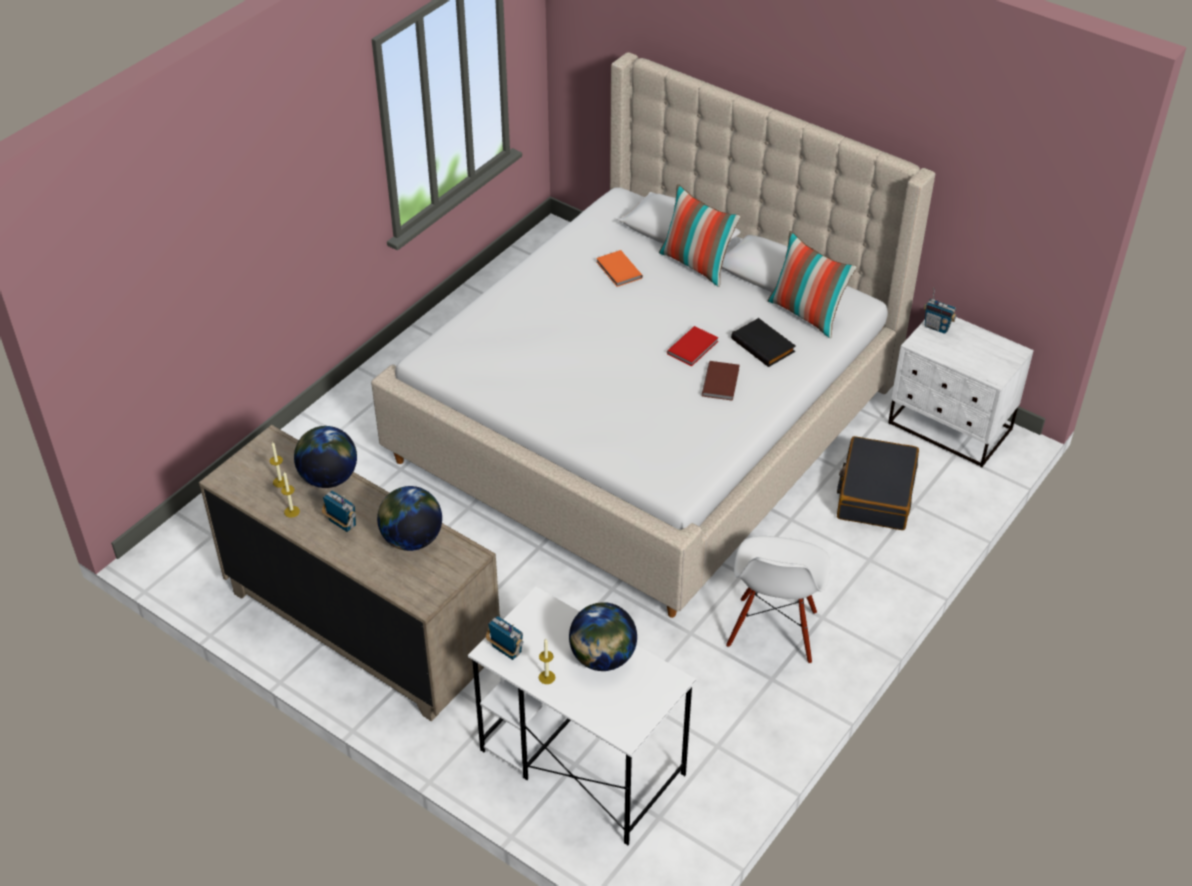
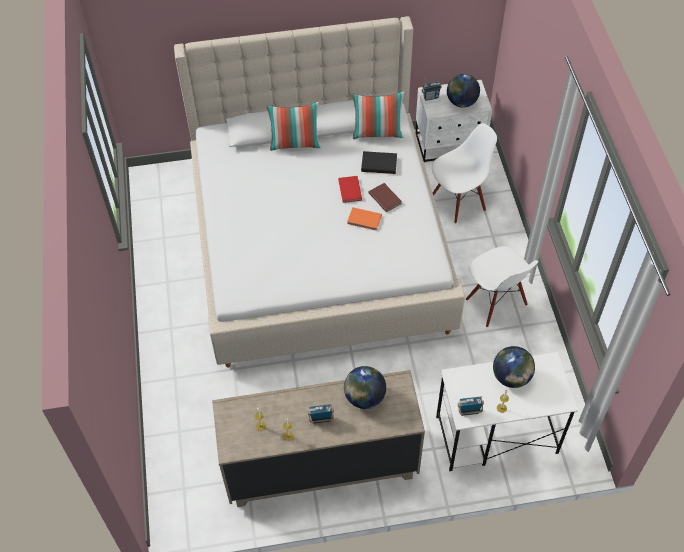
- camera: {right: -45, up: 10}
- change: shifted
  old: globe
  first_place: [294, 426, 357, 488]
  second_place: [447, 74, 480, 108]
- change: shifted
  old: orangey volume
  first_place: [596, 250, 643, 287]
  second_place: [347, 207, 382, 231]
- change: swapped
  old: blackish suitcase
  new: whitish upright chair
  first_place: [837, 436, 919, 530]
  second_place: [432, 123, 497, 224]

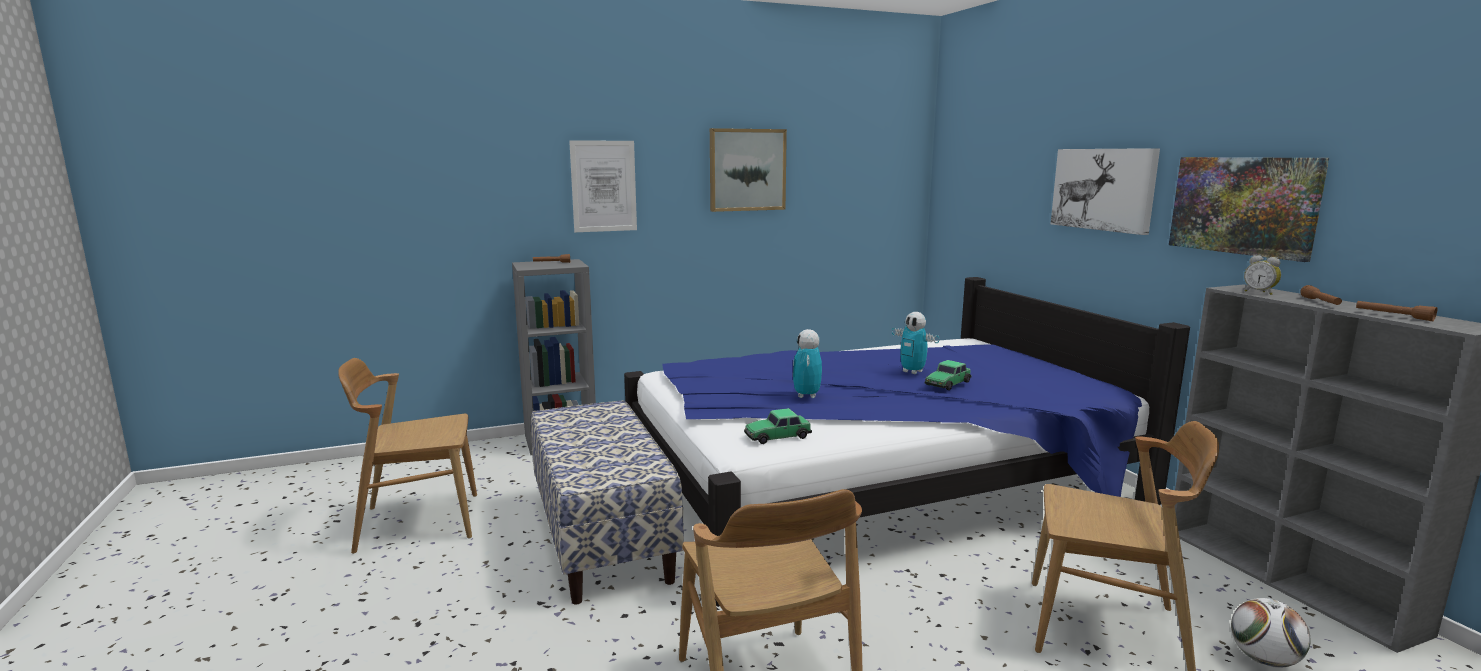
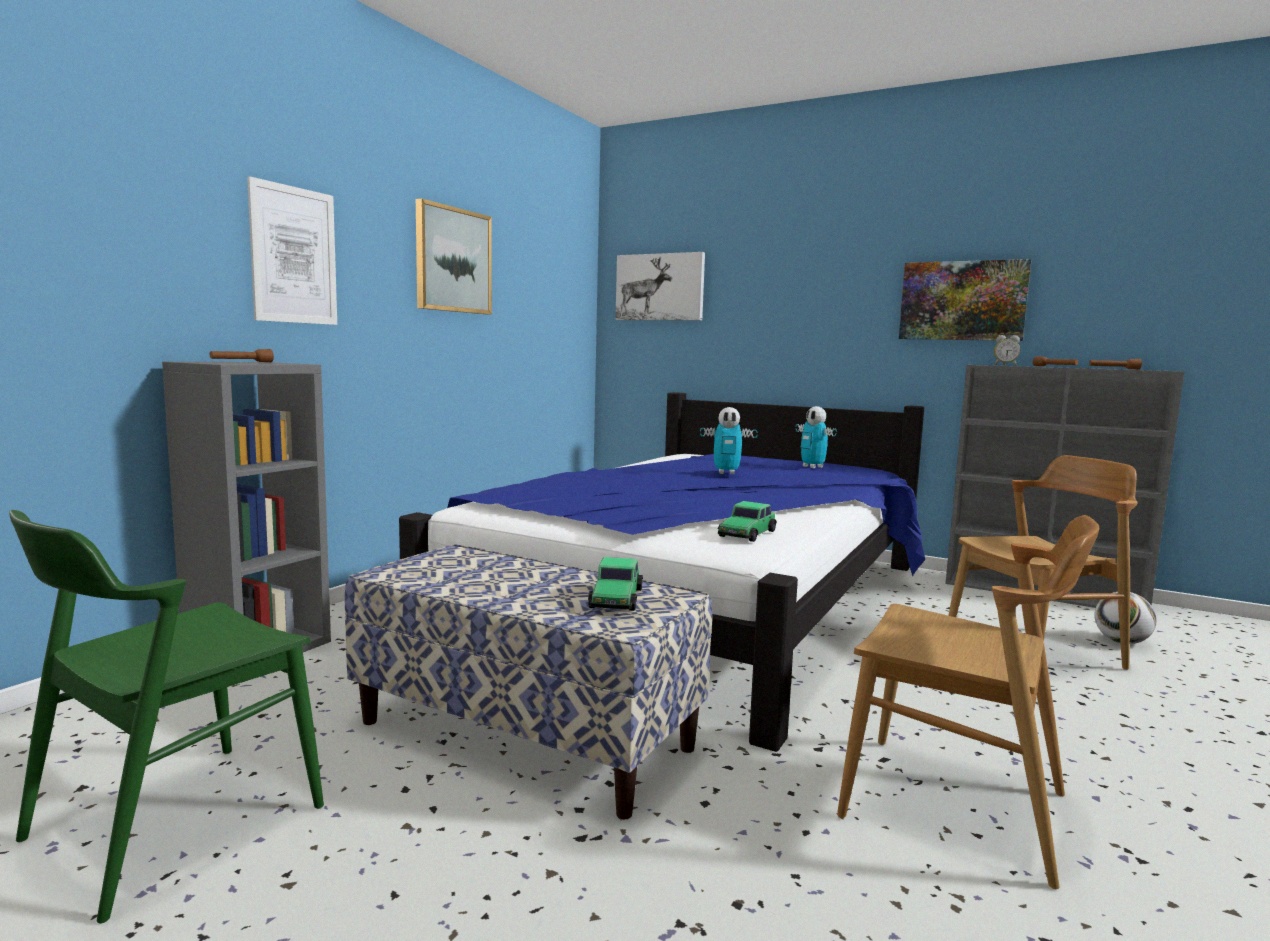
- camera: {right: -40, up: -5}
- change: repainted
  old: brownish upright chair
  new: green upright chair
  first_place: [338, 358, 477, 554]
  second_place: [9, 510, 324, 924]
- change: shifted
  old: robot figure
  first_place: [793, 329, 822, 398]
  second_place: [796, 406, 837, 468]
- change: shifted
  old: model car
  first_place: [925, 360, 972, 390]
  second_place: [588, 557, 643, 611]
- change: shifted
  old: picture
  first_place: [1051, 148, 1160, 235]
  second_place: [615, 252, 705, 321]

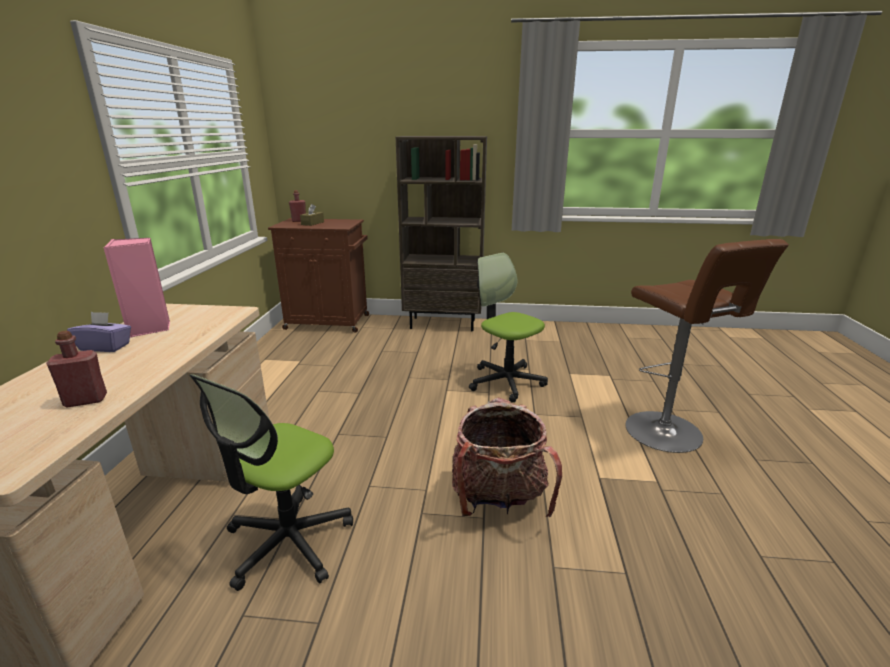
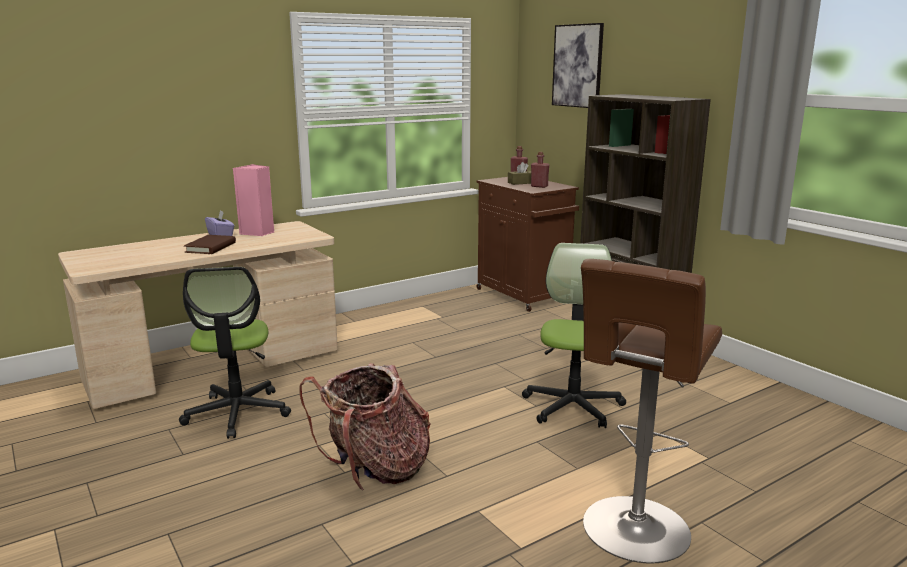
- camera: {right: 50, up: -5}
- change: shifted
  old: red-coloured drink bottle
  first_place: [46, 331, 107, 408]
  second_place: [531, 152, 549, 188]
- change: rotated
  old: office chair
  first_place: [190, 374, 353, 591]
  second_place: [179, 267, 291, 439]
  degrees: -90
- change: new
  new: brownish volume
  second_place: [184, 235, 236, 254]
- change: new
  new: picture
  second_place: [552, 23, 604, 108]

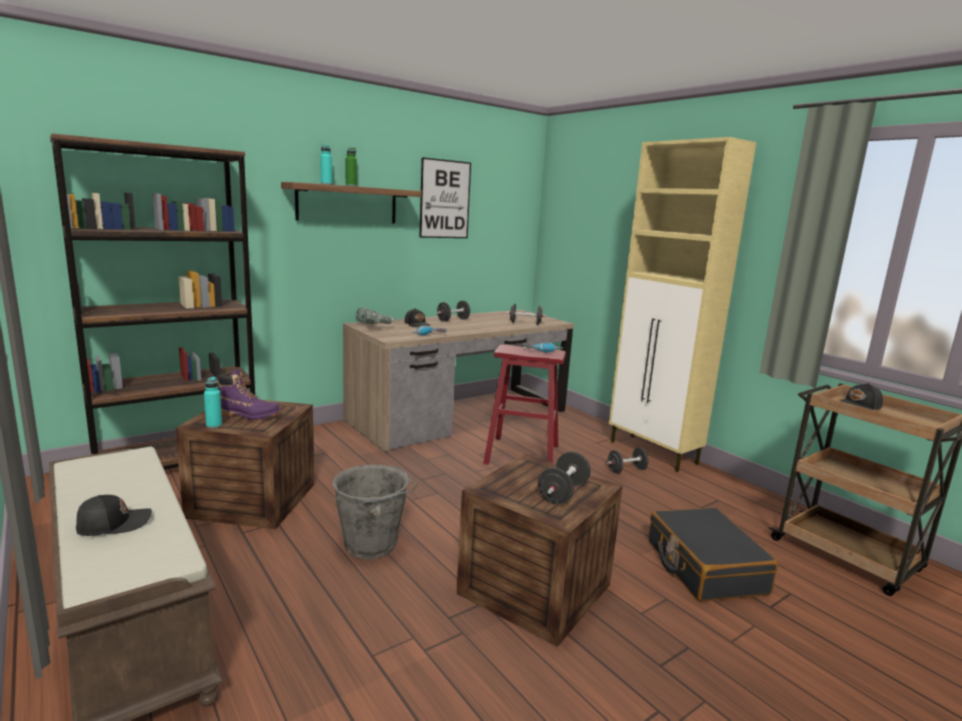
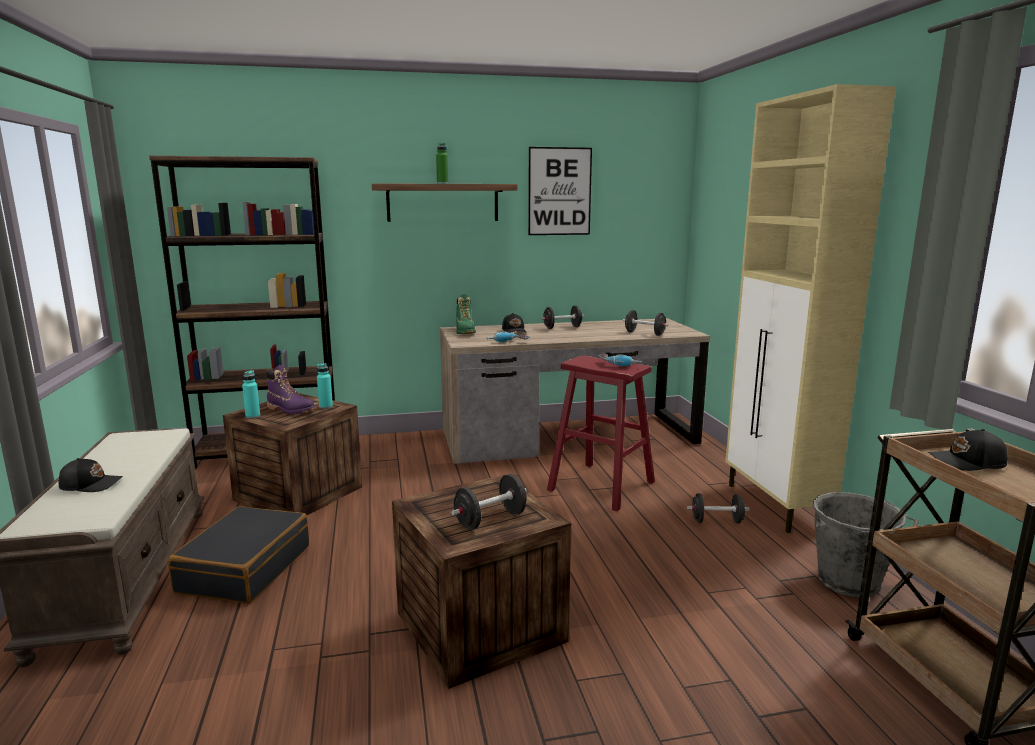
- camera: {right: 25, up: 0}
- change: shifted
  old: blue-green drink bottle
  first_place: [320, 144, 332, 185]
  second_place: [317, 363, 333, 409]
- change: shifted
  old: gray pail
  first_place: [332, 465, 418, 559]
  second_place: [813, 492, 919, 598]
- change: swapped
  old: drill
  new: green boot
  first_place: [356, 308, 398, 324]
  second_place: [456, 294, 476, 334]
- change: shifted
  old: blackish suitcase
  first_place: [649, 507, 778, 602]
  second_place: [168, 506, 309, 604]

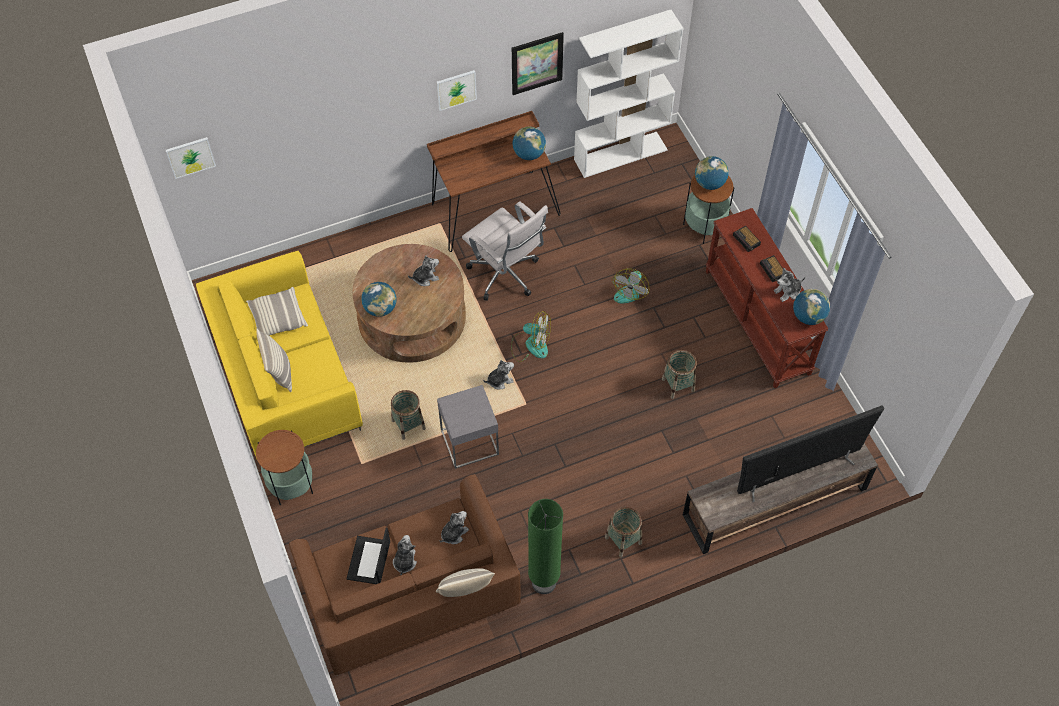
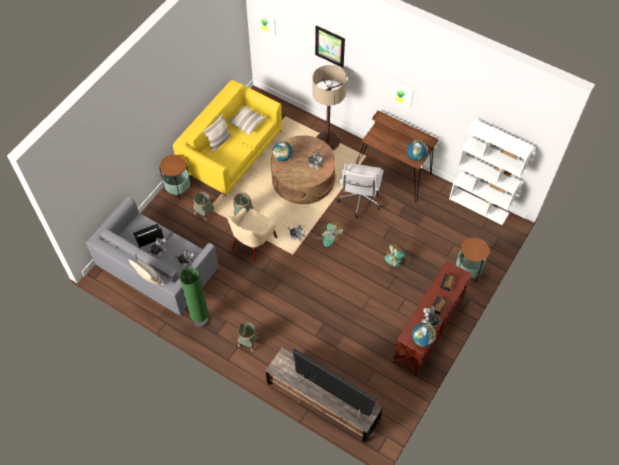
- camera: {right: 55, up: 0}
- change: repainted
  old: brownish couch
  new: gray couch
  first_place: [289, 474, 521, 676]
  second_place: [86, 197, 219, 317]
- change: swapped
  old: gray end table
  new: beige lounge chair
  first_place: [437, 385, 499, 469]
  second_place: [228, 208, 277, 263]
- change: shifted
  old: picture
  first_place: [512, 32, 564, 95]
  second_place: [315, 26, 345, 68]
- change: shifted
  old: household basket
  first_place: [662, 350, 697, 399]
  second_place: [193, 192, 215, 221]
- change: gone
  old: globe
  first_place: [695, 156, 729, 190]
- change: new
  new: standing lamp
  second_place: [312, 65, 347, 150]

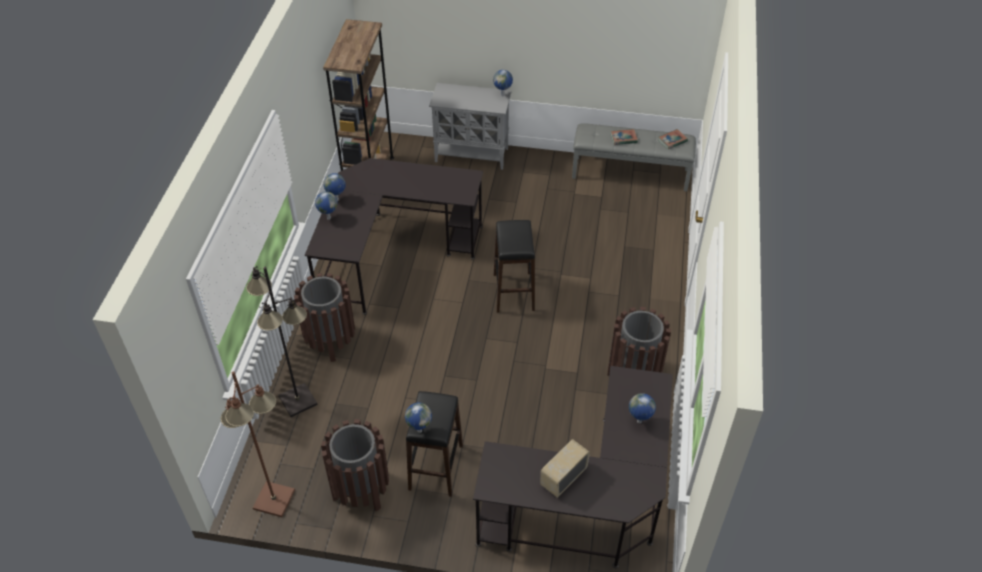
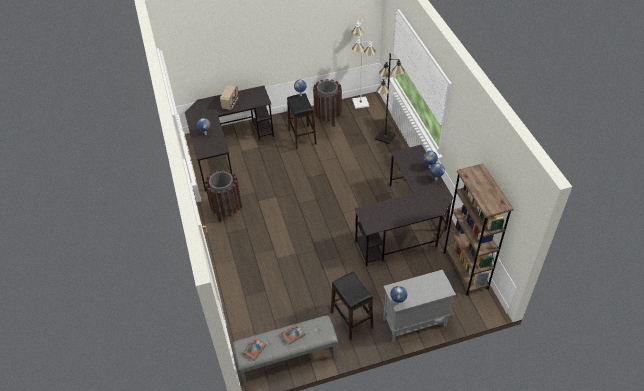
- camera: {right: 155, up: 0}
- change: repainted
  old: brownish standing lamp
  new: whitish standing lamp
  first_place: [221, 371, 295, 517]
  second_place: [352, 20, 376, 109]
- change: gone
  old: brownish trash can
  first_place: [294, 273, 355, 362]
- change: shifted
  old: blackish sitting stool
  first_place: [494, 220, 535, 313]
  second_place: [331, 272, 373, 341]

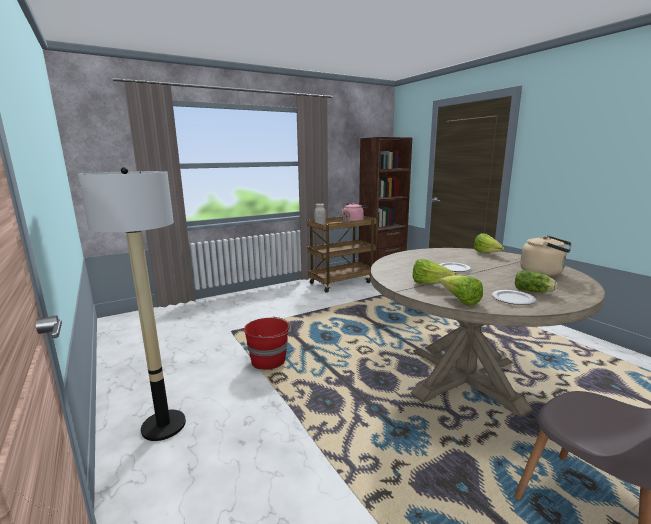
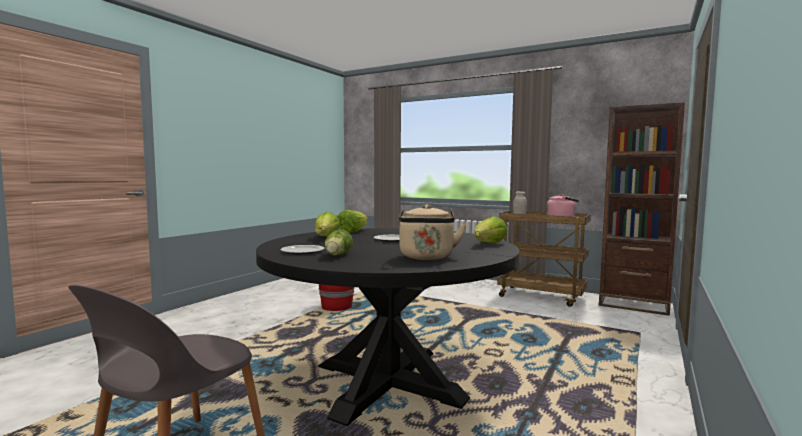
- camera: {right: 60, up: -10}
- change: gone
  old: standing lamp
  first_place: [78, 167, 186, 441]
- change: repainted
  old: beige dinner table
  new: blackish dinner table
  first_place: [370, 248, 605, 417]
  second_place: [256, 228, 519, 426]
- change: shifted
  old: lettuce head
  first_place: [440, 275, 483, 306]
  second_place: [338, 209, 368, 233]

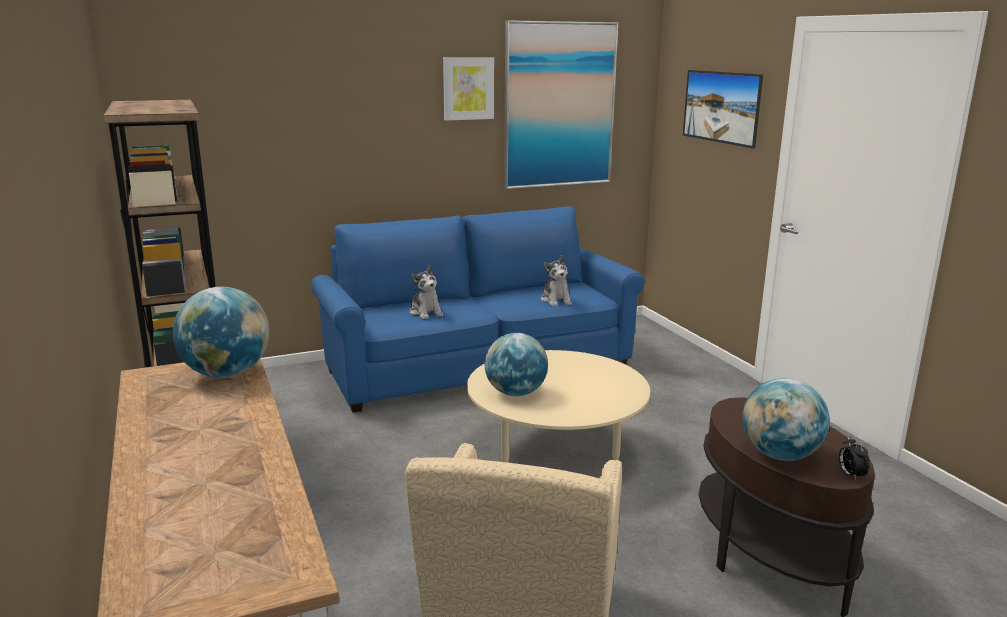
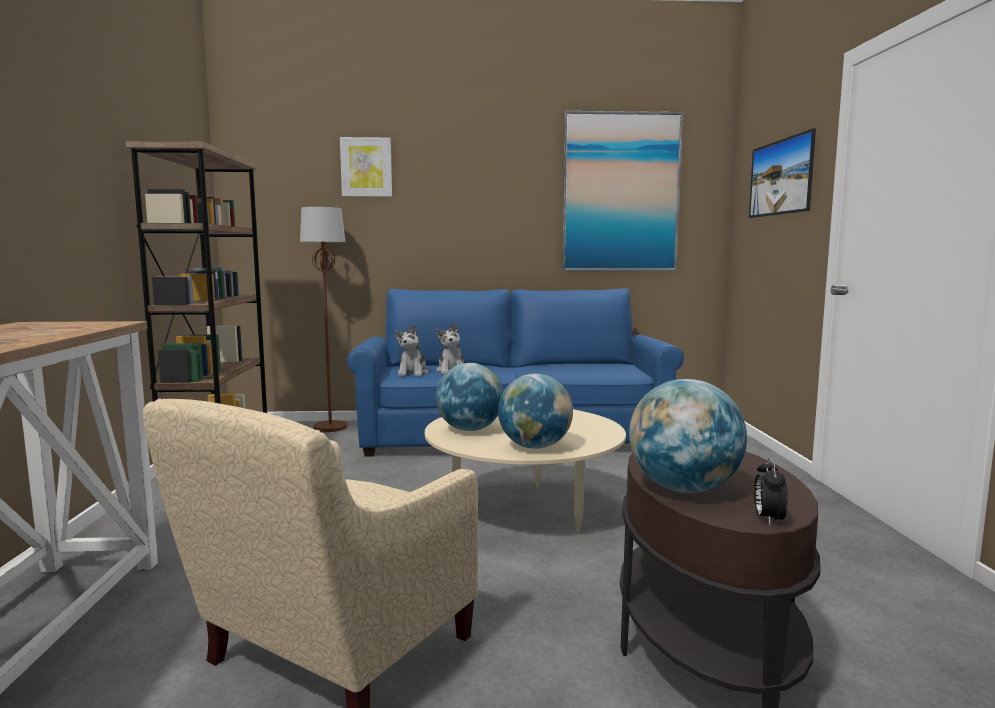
- camera: {right: 20, up: -10}
- change: shifted
  old: globe
  first_place: [173, 287, 270, 378]
  second_place: [498, 374, 573, 449]
- change: shifted
  old: picture
  first_place: [443, 57, 494, 121]
  second_place: [340, 137, 392, 197]
- change: shifted
  old: soft toy
  first_place: [541, 255, 572, 306]
  second_place: [395, 324, 429, 377]
- change: new
  new: brownish standing lamp
  second_place: [300, 207, 347, 432]

